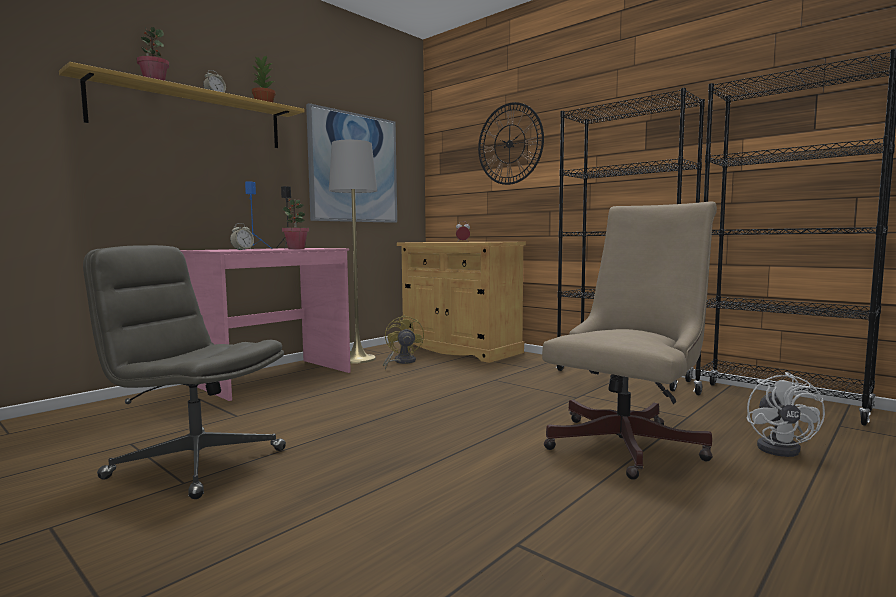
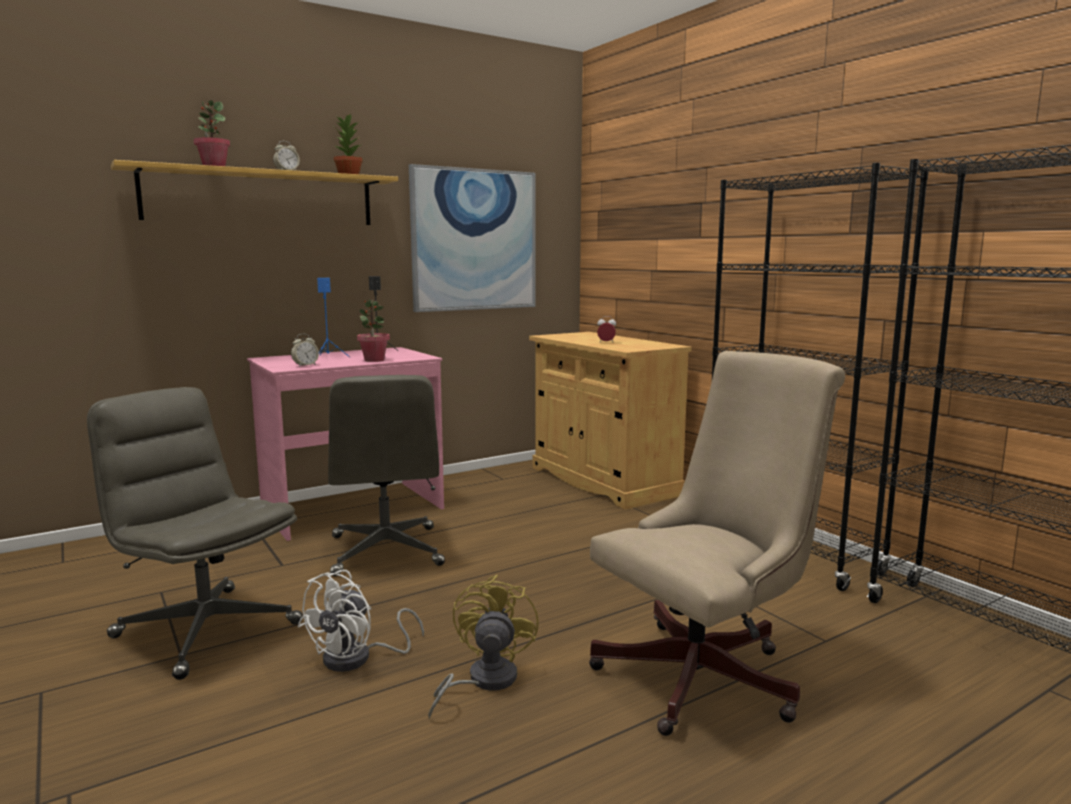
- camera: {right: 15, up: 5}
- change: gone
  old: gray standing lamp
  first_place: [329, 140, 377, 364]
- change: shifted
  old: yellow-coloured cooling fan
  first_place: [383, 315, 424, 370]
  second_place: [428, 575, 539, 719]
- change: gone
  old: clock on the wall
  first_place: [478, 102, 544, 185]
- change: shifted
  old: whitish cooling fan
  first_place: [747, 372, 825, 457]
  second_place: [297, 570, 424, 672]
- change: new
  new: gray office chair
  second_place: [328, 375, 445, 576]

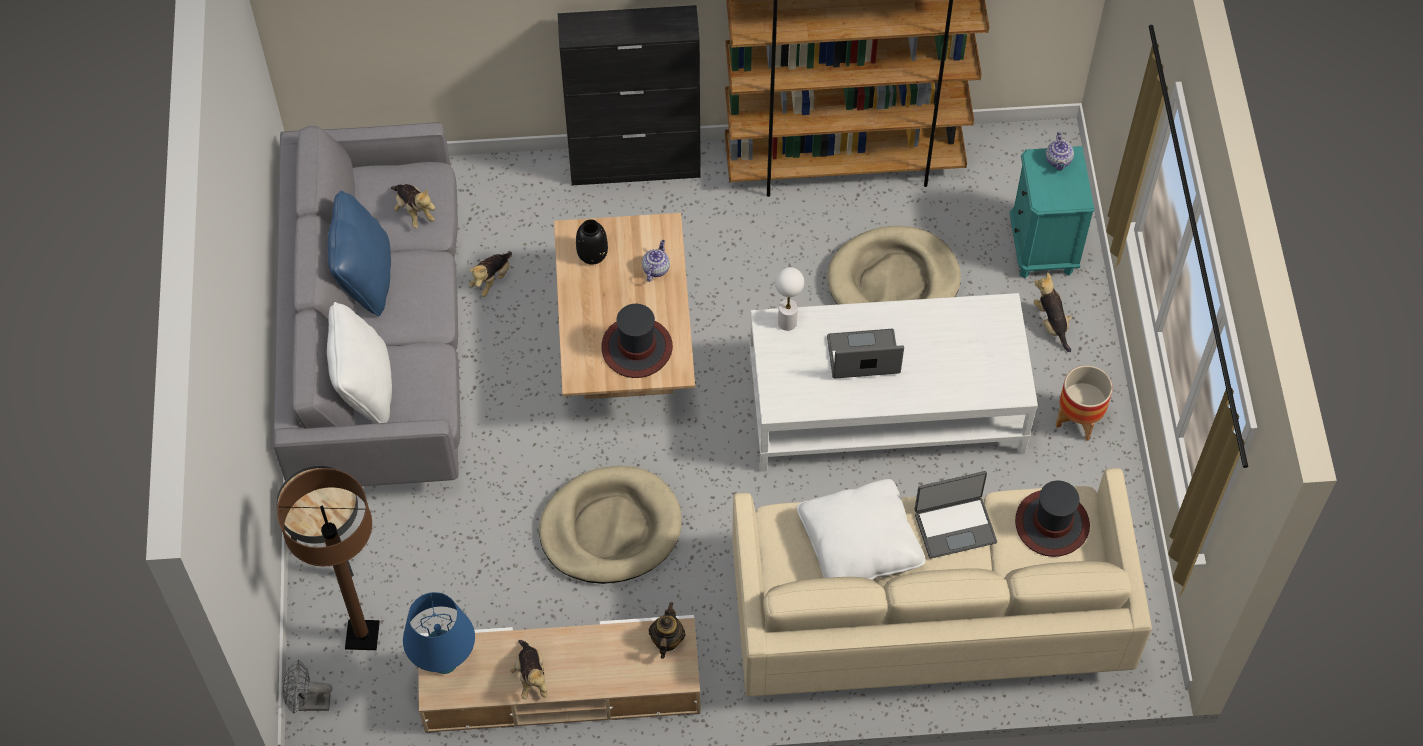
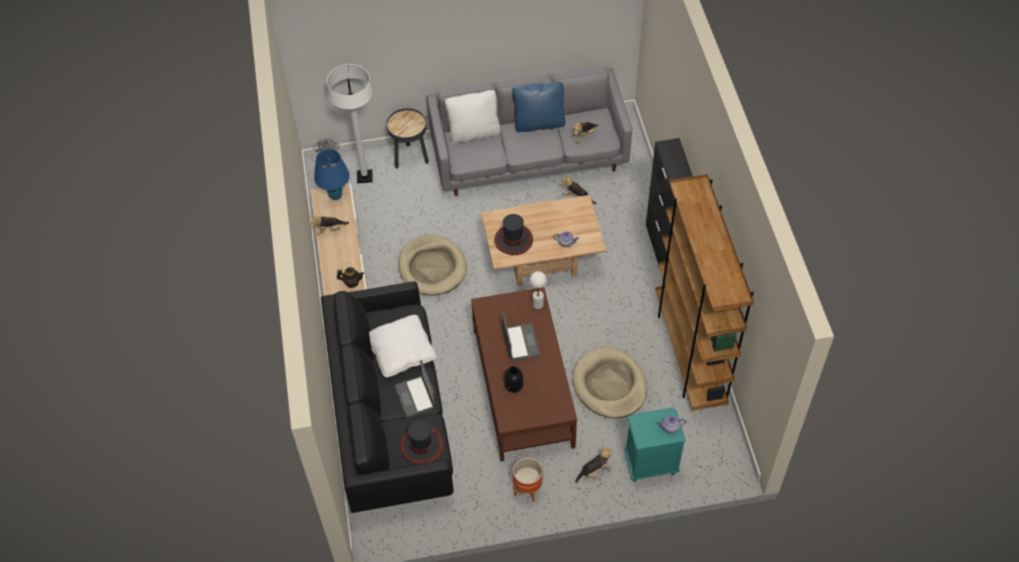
- camera: {right: 85, up: -5}
- change: repainted
  old: brownish standing lamp
  new: whitish standing lamp
  first_place: [277, 468, 380, 650]
  second_place: [327, 64, 373, 183]
- change: shifted
  old: blackish vase
  first_place: [576, 219, 608, 265]
  second_place: [504, 366, 523, 393]
- change: repainted
  old: beige couch
  new: blackish couch
  first_place: [732, 468, 1152, 697]
  second_place: [321, 281, 453, 513]
- change: repainted
  old: whitish lounge table
  new: brownish lounge table
  first_place: [749, 293, 1038, 472]
  second_place: [471, 287, 577, 461]

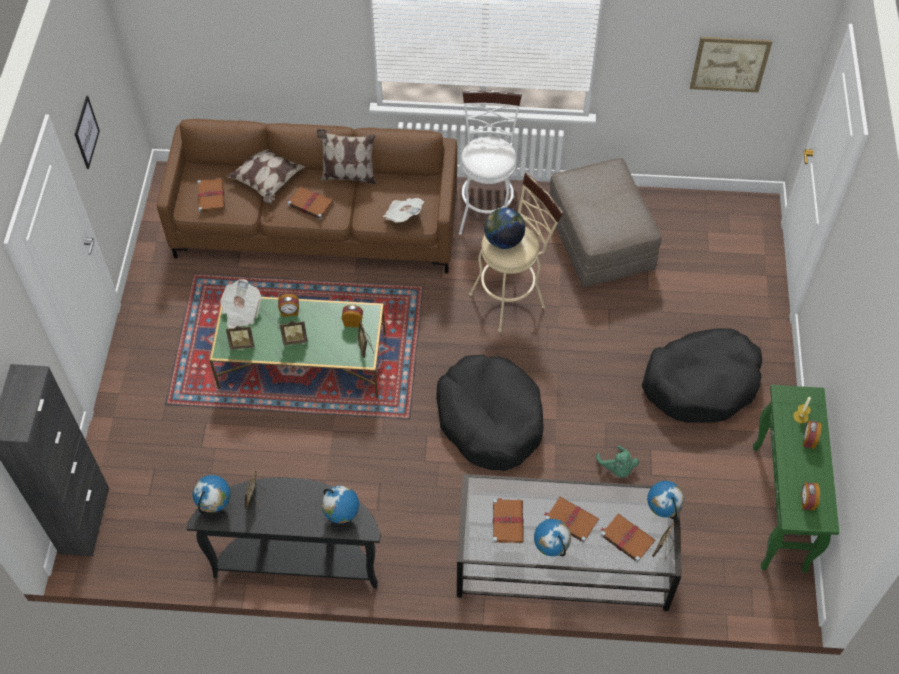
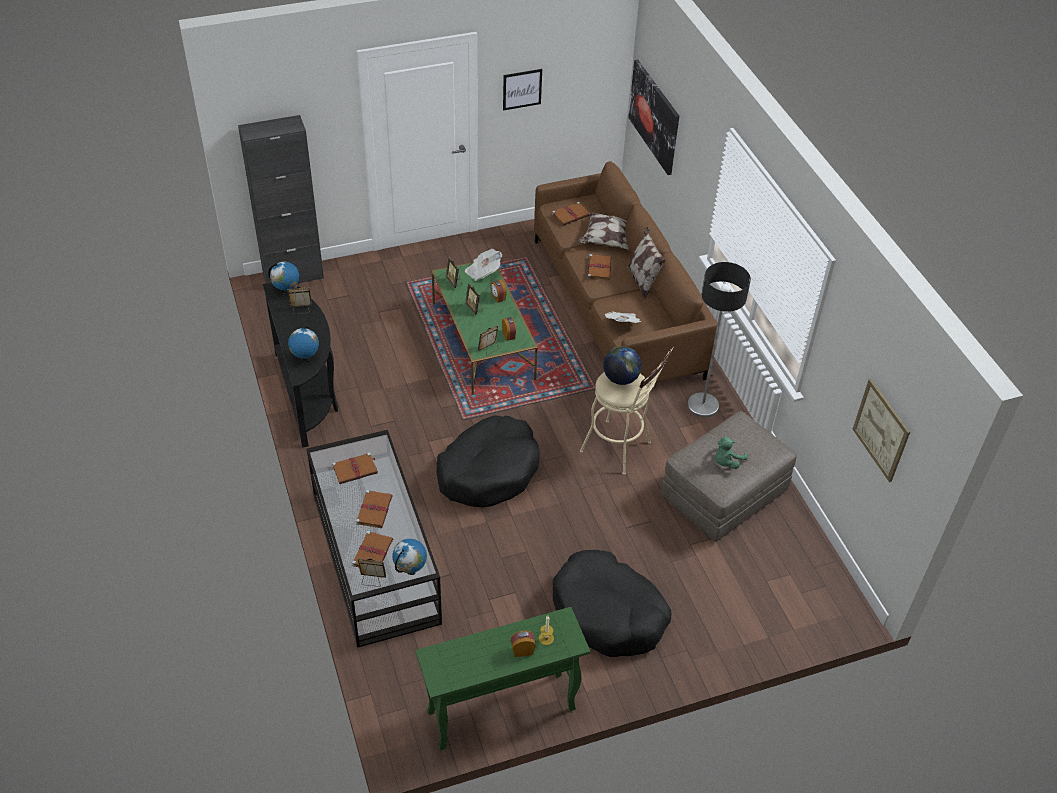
- camera: {right: 65, up: -10}
- change: swapped
  old: whitish sitting stool
  new: standing lamp
  first_place: [459, 90, 522, 235]
  second_place: [687, 262, 751, 417]
- change: gone
  old: globe
  first_place: [534, 519, 571, 556]
- change: shifted
  old: green soft toy
  first_place: [596, 445, 639, 478]
  second_place: [715, 437, 748, 469]
- change: gone
  old: table clock
  first_place: [801, 483, 820, 510]
- change: new
  new: picture
  second_place: [628, 60, 679, 175]

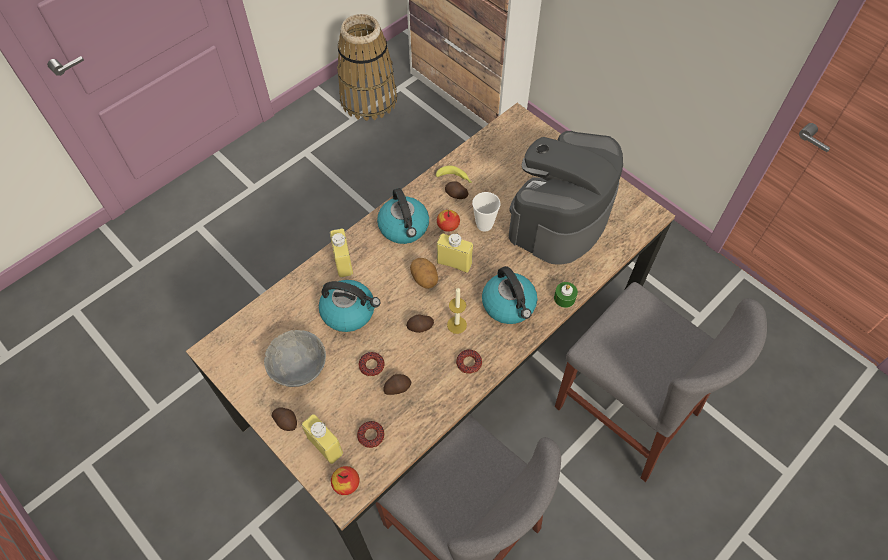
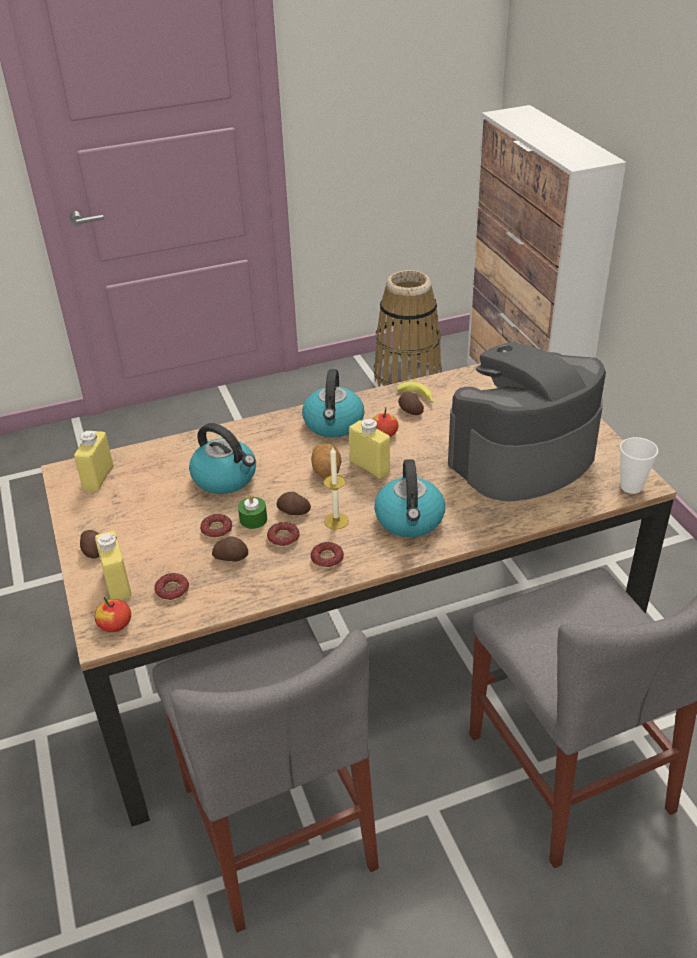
- camera: {right: 25, up: -20}
- change: gone
  old: gray bowl
  first_place: [264, 330, 326, 387]
- change: shifted
  old: yellow-coloured drink bottle
  first_place: [330, 229, 353, 277]
  second_place: [74, 431, 114, 492]
- change: shifted
  old: small cup
  first_place: [472, 192, 500, 232]
  second_place: [620, 437, 658, 494]
- change: shifted
  old: green wax light
  first_place: [554, 282, 578, 308]
  second_place: [238, 494, 267, 529]
- change: new
  new: doughnut
  second_place: [267, 522, 300, 548]

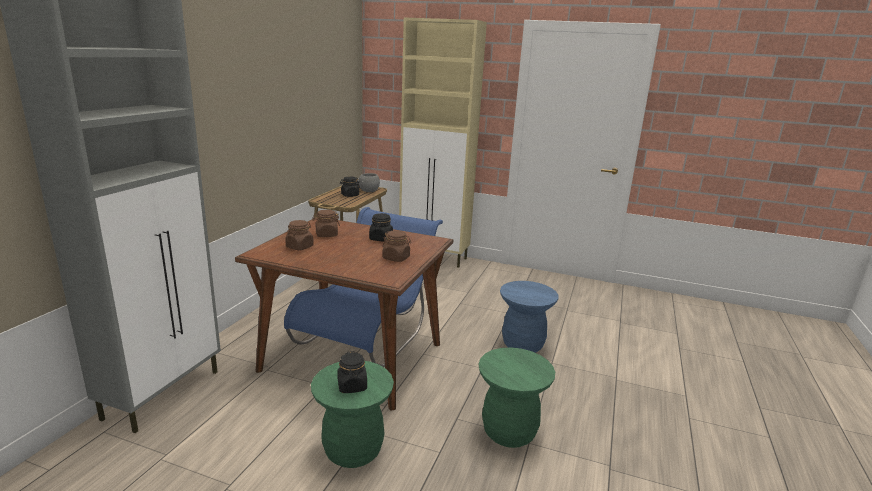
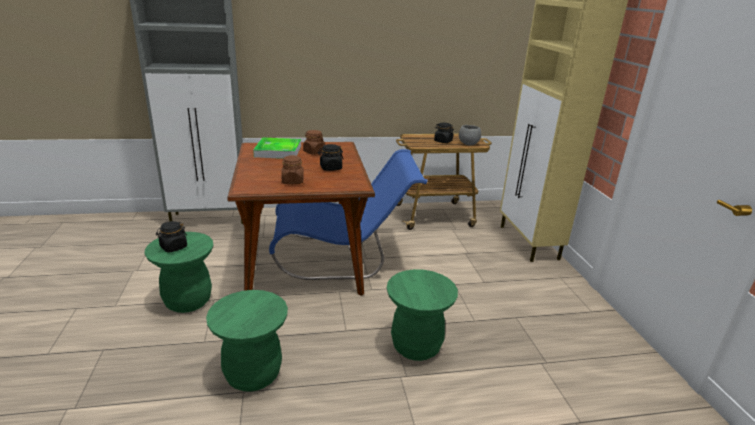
- camera: {right: 60, up: 5}
- change: swapped
  old: brownish preserve jar
  new: serving tray
  first_place: [285, 220, 314, 250]
  second_place: [253, 137, 301, 159]
- change: repainted
  old: bluish sitting stool
  new: green sitting stool
  first_place: [500, 281, 558, 353]
  second_place: [387, 269, 458, 361]

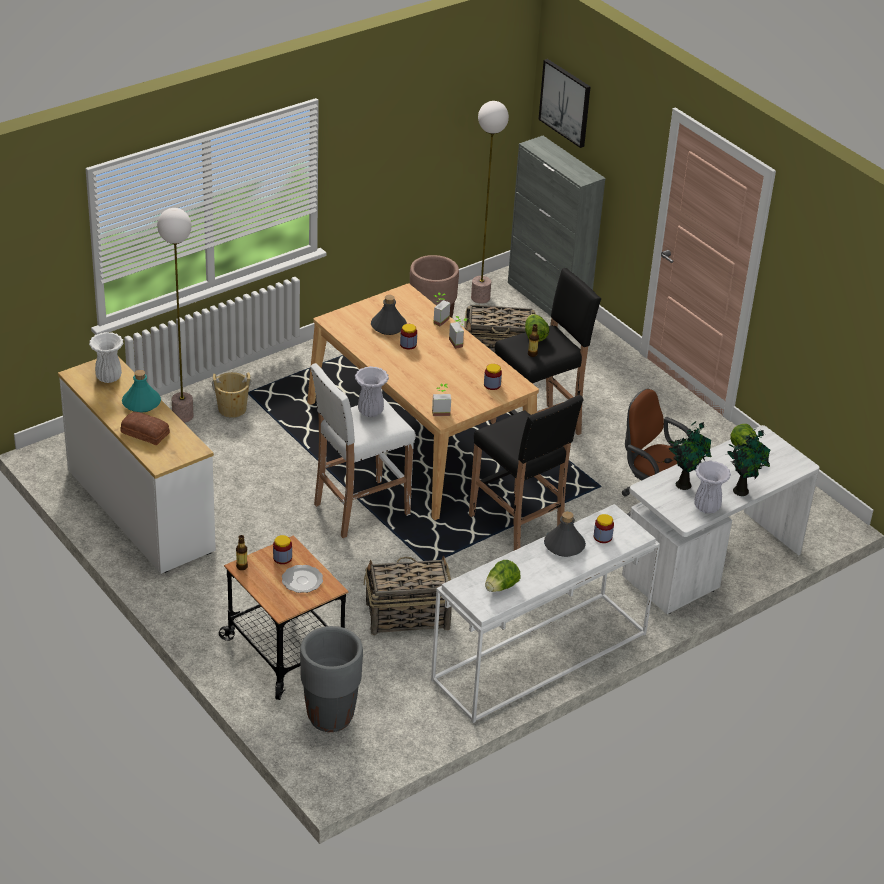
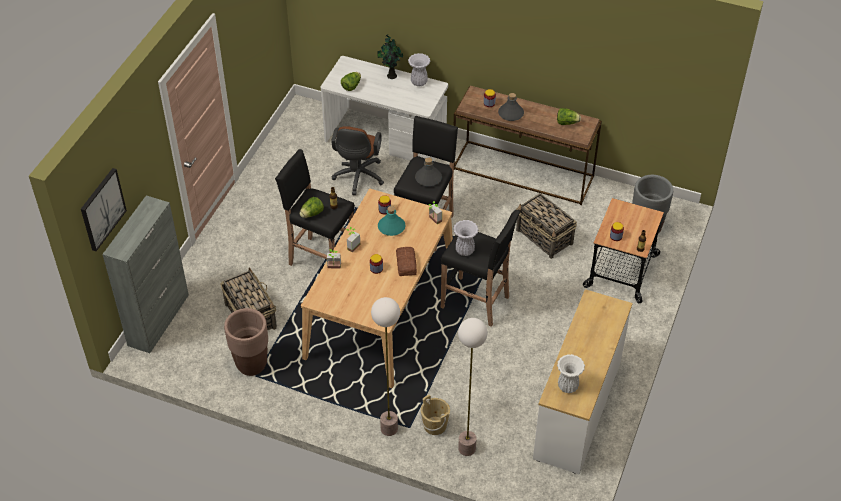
- camera: {right: -120, up: 10}
- change: shifted
  old: baked bread
  first_place: [120, 412, 170, 445]
  second_place: [396, 247, 417, 276]
- change: shifted
  old: blue-green drink bottle
  first_place: [122, 370, 161, 413]
  second_place: [378, 206, 406, 236]
- change: gone
  old: plate
  first_place: [282, 565, 323, 593]
- change: repainted
  old: whitish sitting stool
  new: blackish sitting stool
  first_place: [310, 363, 416, 538]
  second_place: [441, 210, 520, 327]
- change: shifted
  old: gray drink bottle
  first_place: [371, 295, 407, 335]
  second_place: [415, 157, 442, 186]
- change: repainted
  old: whitish console table
  new: brownish console table
  first_place: [431, 504, 660, 723]
  second_place: [454, 86, 602, 205]
- change: shifted
  old: standing lamp
  first_place: [471, 101, 509, 304]
  second_place: [371, 297, 400, 436]
- change: gone
  old: potted plant
  first_place: [668, 421, 712, 490]

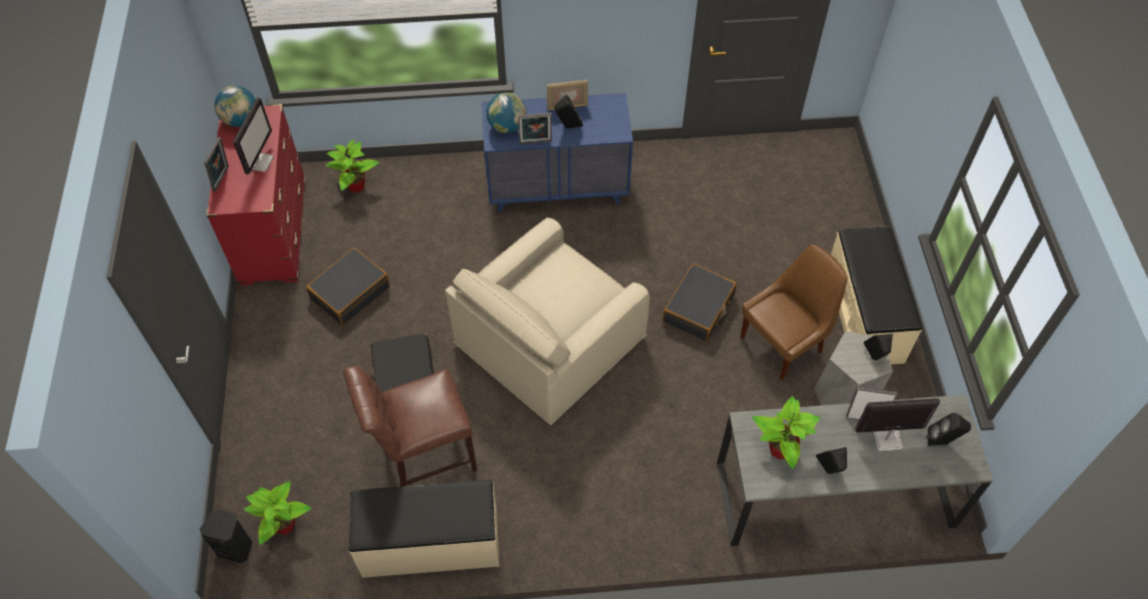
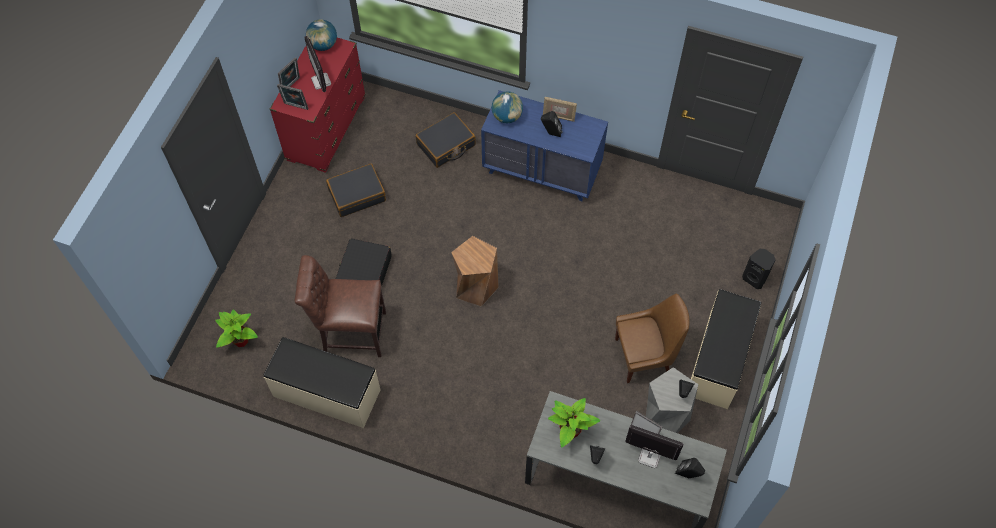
- camera: {right: 25, up: 5}
- change: shifted
  old: blackish loudspeaker
  first_place: [200, 510, 252, 563]
  second_place: [742, 249, 776, 289]
- change: rotated
  old: computer screen
  first_place: [233, 97, 274, 174]
  second_place: [304, 36, 331, 92]
  degrees: 120
- change: gone
  old: potted plant
  first_place: [325, 140, 380, 193]
- change: swapped
  old: beige lounge chair
  new: brownish sitting stool
  first_place: [445, 217, 650, 425]
  second_place: [451, 236, 499, 307]
- change: shifted
  old: photo frame
  first_place: [518, 113, 552, 144]
  second_place: [277, 84, 308, 110]
- change: shifted
  old: blackish suitcase
  first_place: [663, 264, 737, 341]
  second_place: [415, 112, 476, 168]

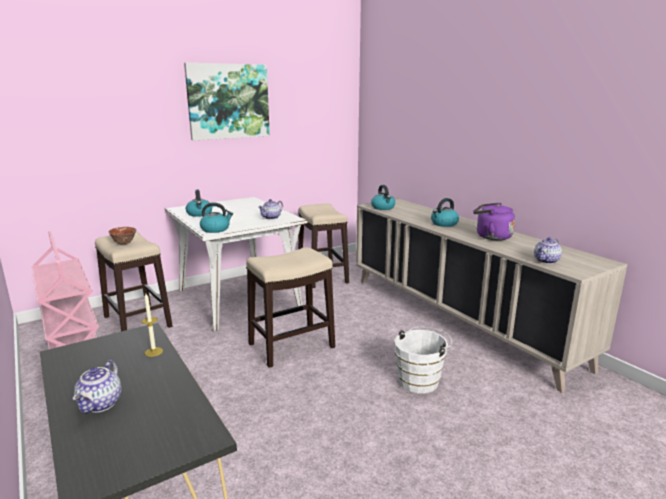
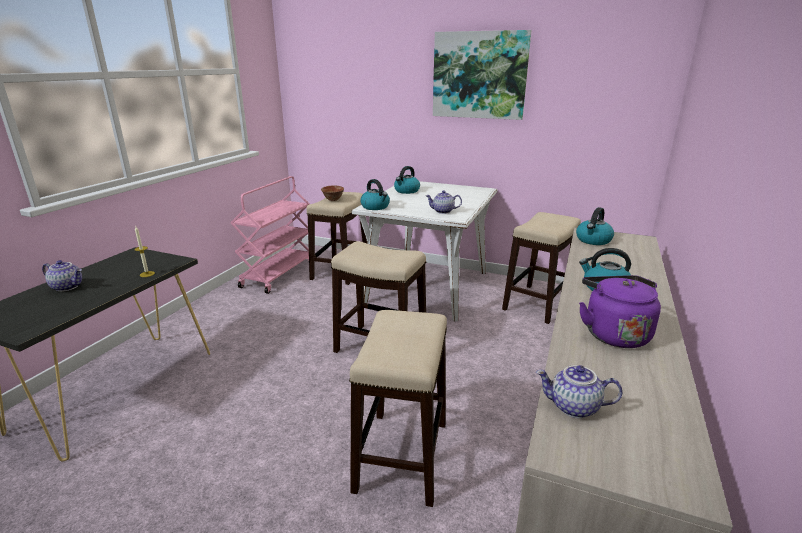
- camera: {right: 55, up: 5}
- change: rotated
  old: tea pot
  first_place: [72, 360, 121, 413]
  second_place: [42, 260, 82, 292]
  degrees: -135
- change: swapped
  old: whitish pail
  new: sitting stool
  first_place: [395, 327, 452, 393]
  second_place: [349, 310, 447, 507]

